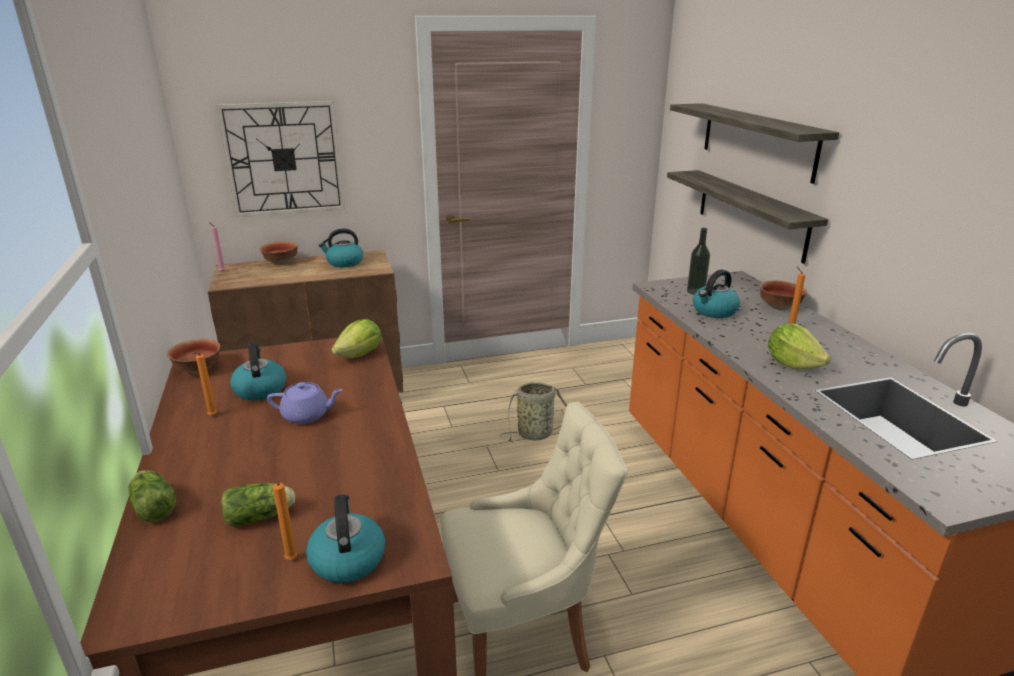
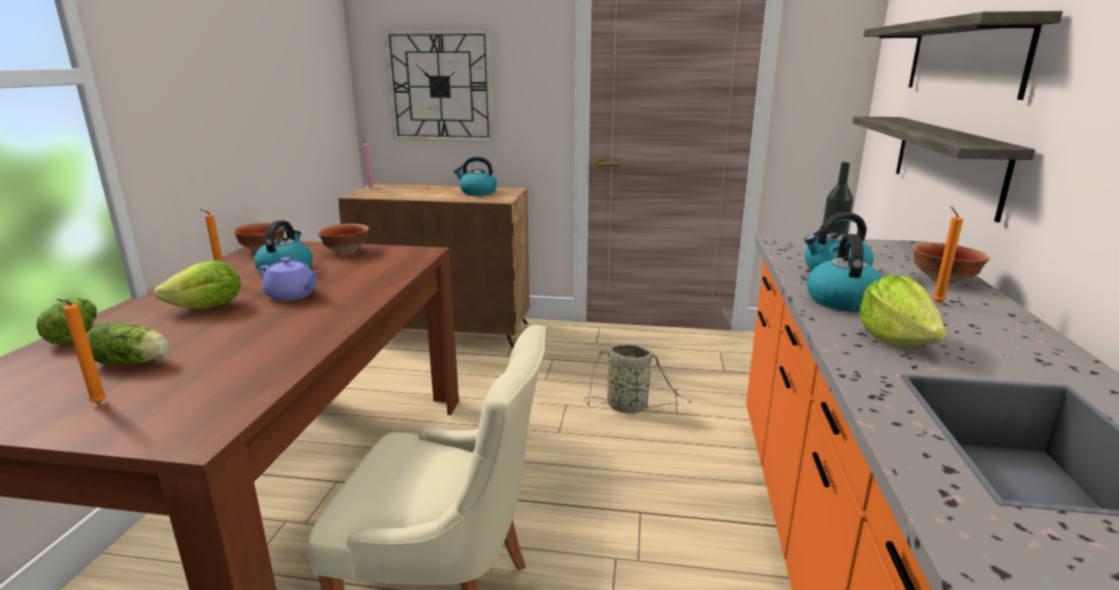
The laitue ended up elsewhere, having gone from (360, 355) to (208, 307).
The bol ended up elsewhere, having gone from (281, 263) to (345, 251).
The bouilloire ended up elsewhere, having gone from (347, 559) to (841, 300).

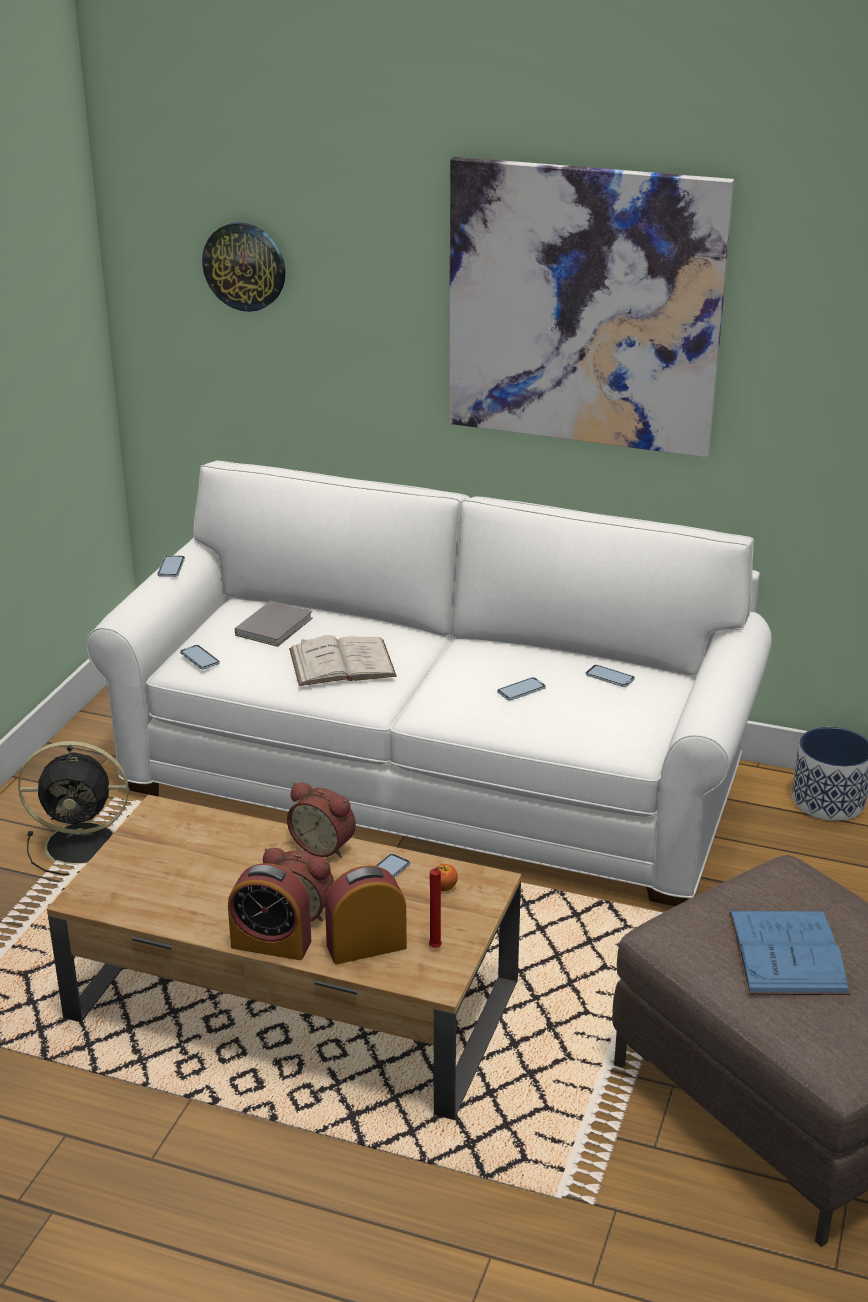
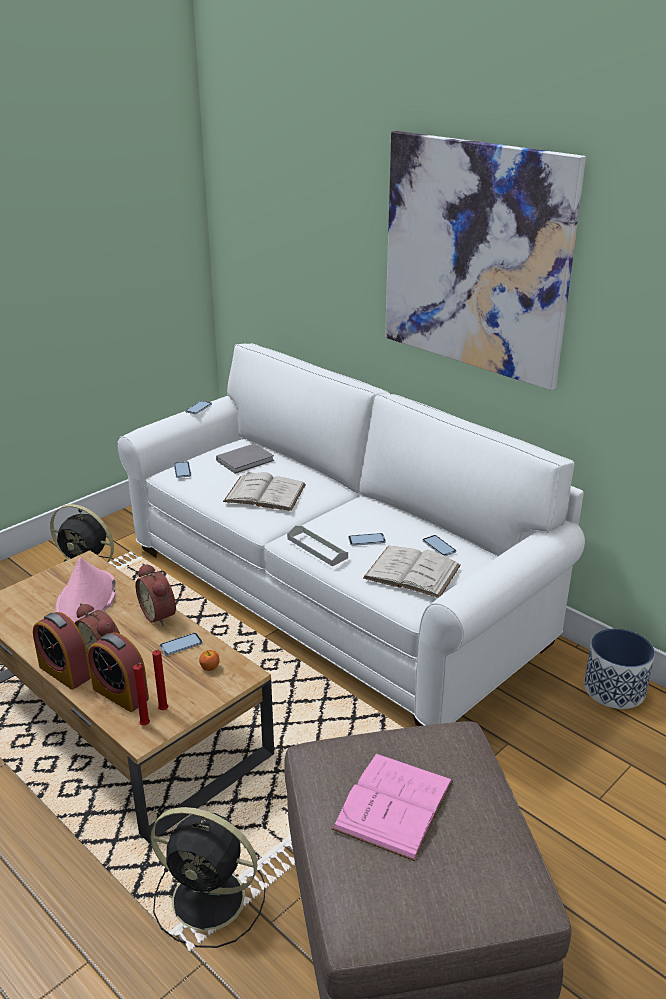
The second view gained the chapeau/rose at (86, 601).
The réveil at (366, 946) ended up facing another way, 150 degrees counterclockwise from before.
The second view gained the bougie/rouge at (146, 726).
The second view gained the ventilateur/noir at (211, 899).
The second view gained the plateau/gris at (317, 548).
What was the livre/bleu at (787, 953) turned into the livre/rose at (394, 804).
The second view gained the livre/blanc at (412, 572).
The second view lost the horloge murale at (245, 266).

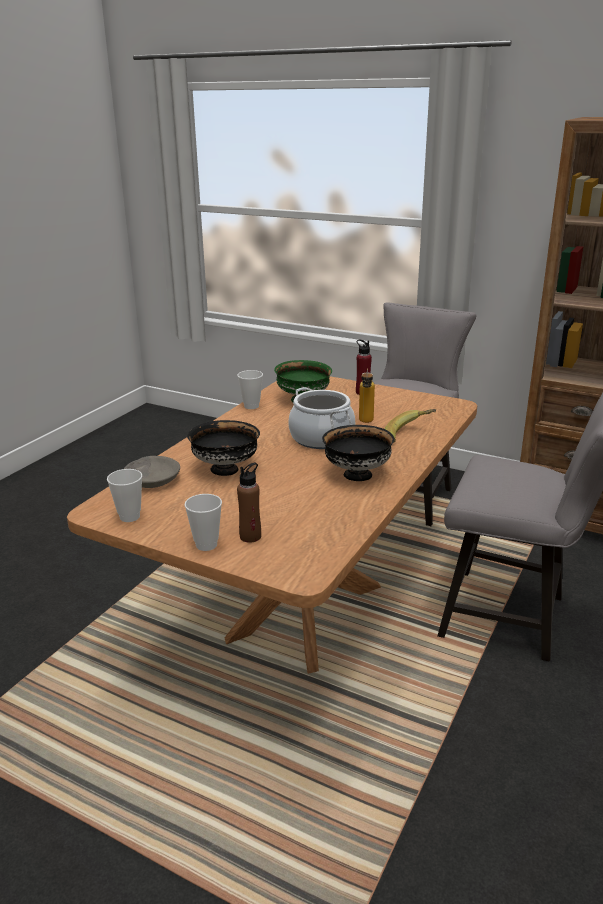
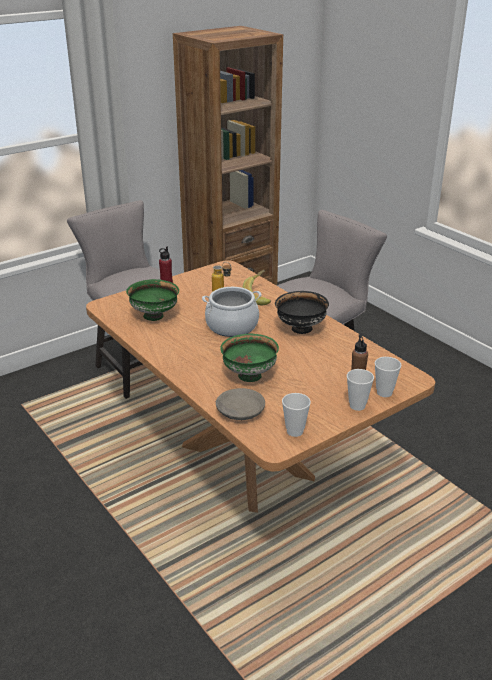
What was the bol/noir at (225, 469) turned into the bol/vert at (249, 375).
The tasse ended up elsewhere, having gone from (251, 406) to (384, 393).

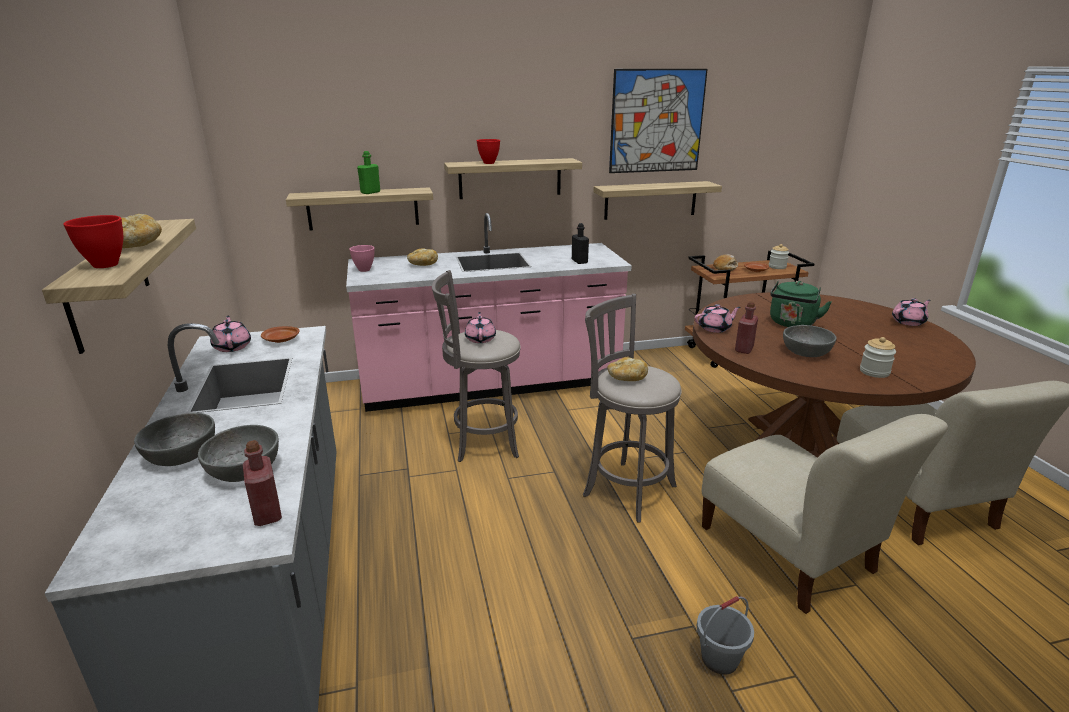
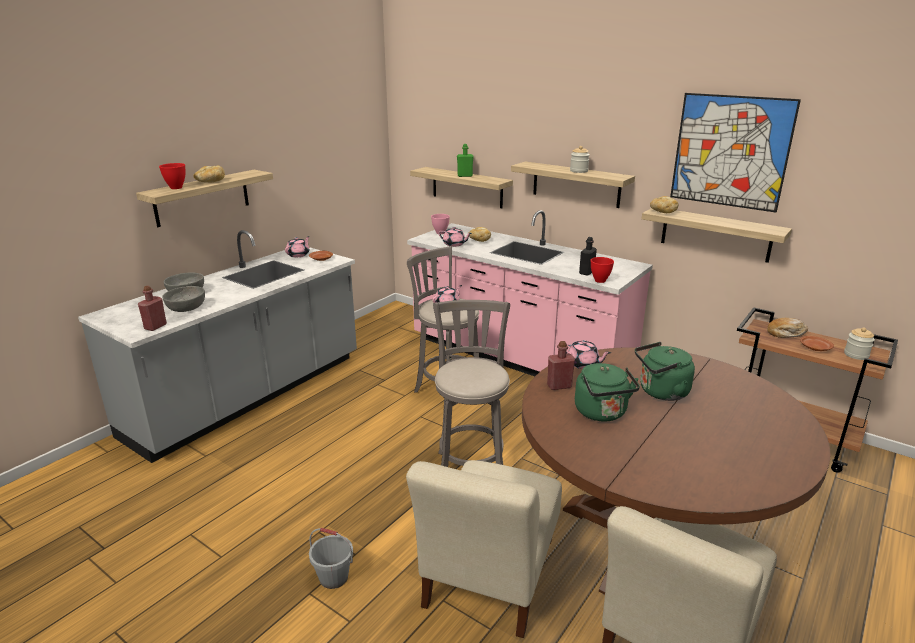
The théière/rose ended up elsewhere, having gone from (908, 322) to (454, 244).
The bocal ended up elsewhere, having gone from (874, 372) to (579, 171).
Where the bol/gris stood at (806, 352), the bouilloire/vert came to stand at (602, 413).
The bol/rouge ended up elsewhere, having gone from (489, 163) to (600, 280).
The pain ended up elsewhere, having gone from (626, 378) to (662, 212).

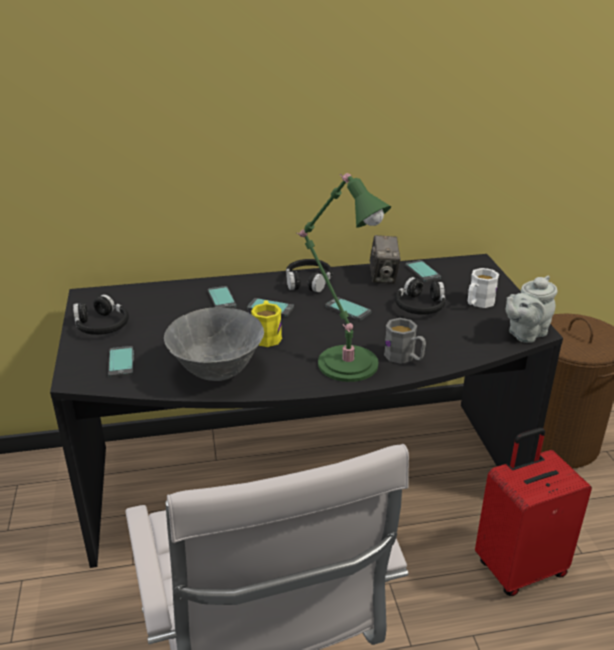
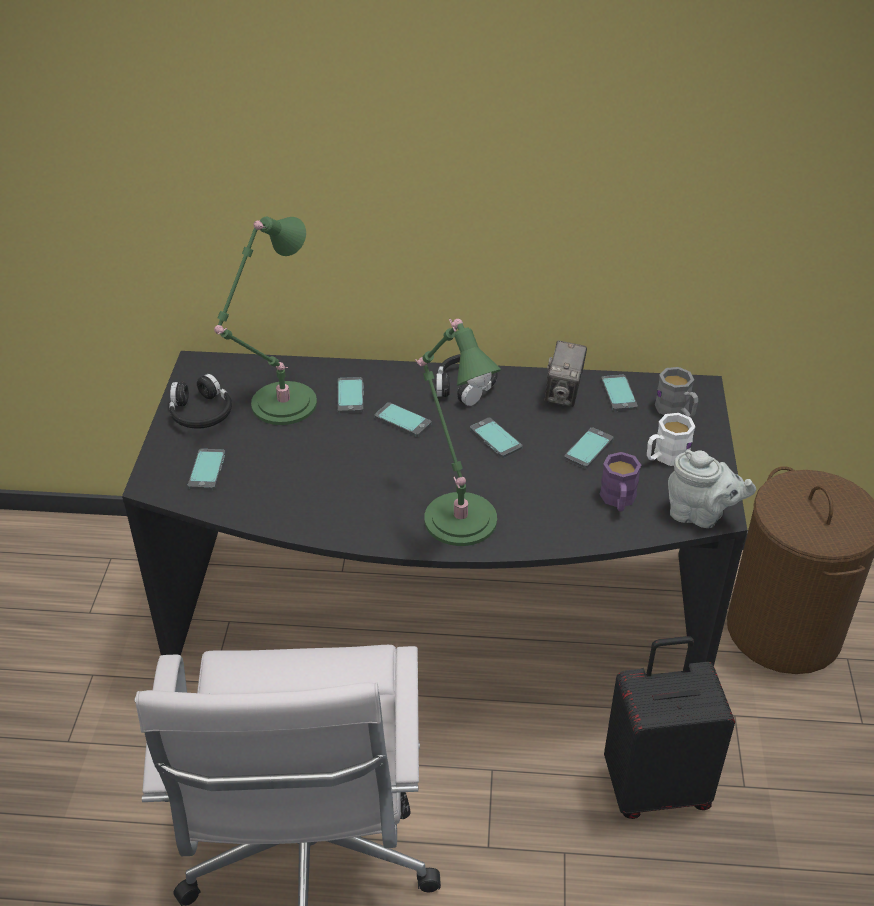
The second view gained the lampe de table/vert at (279, 407).
Where the casque audio/noir stood at (420, 306), the téléphone came to stand at (588, 449).
The second view gained the mug/violet at (618, 500).
What was the valise/rouge at (519, 567) turned into the valise/noir at (656, 786).
The mug/gris ended up elsewhere, having gone from (404, 357) to (676, 411).
The théière/gris at (525, 334) ended up facing another way, 135 degrees counterclockwise from before.
The second view lost the bol/gris at (217, 372).
The second view lost the mug/jaune at (267, 335).

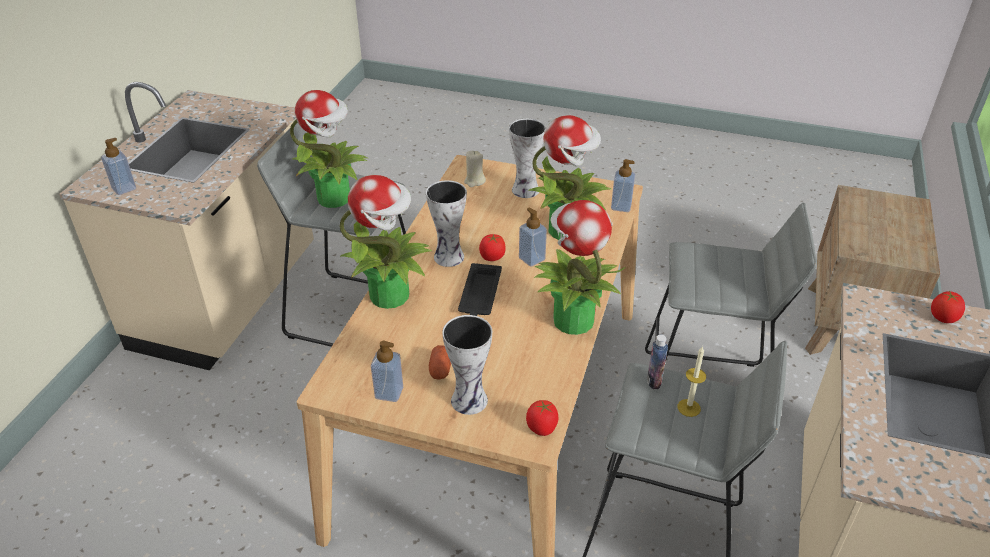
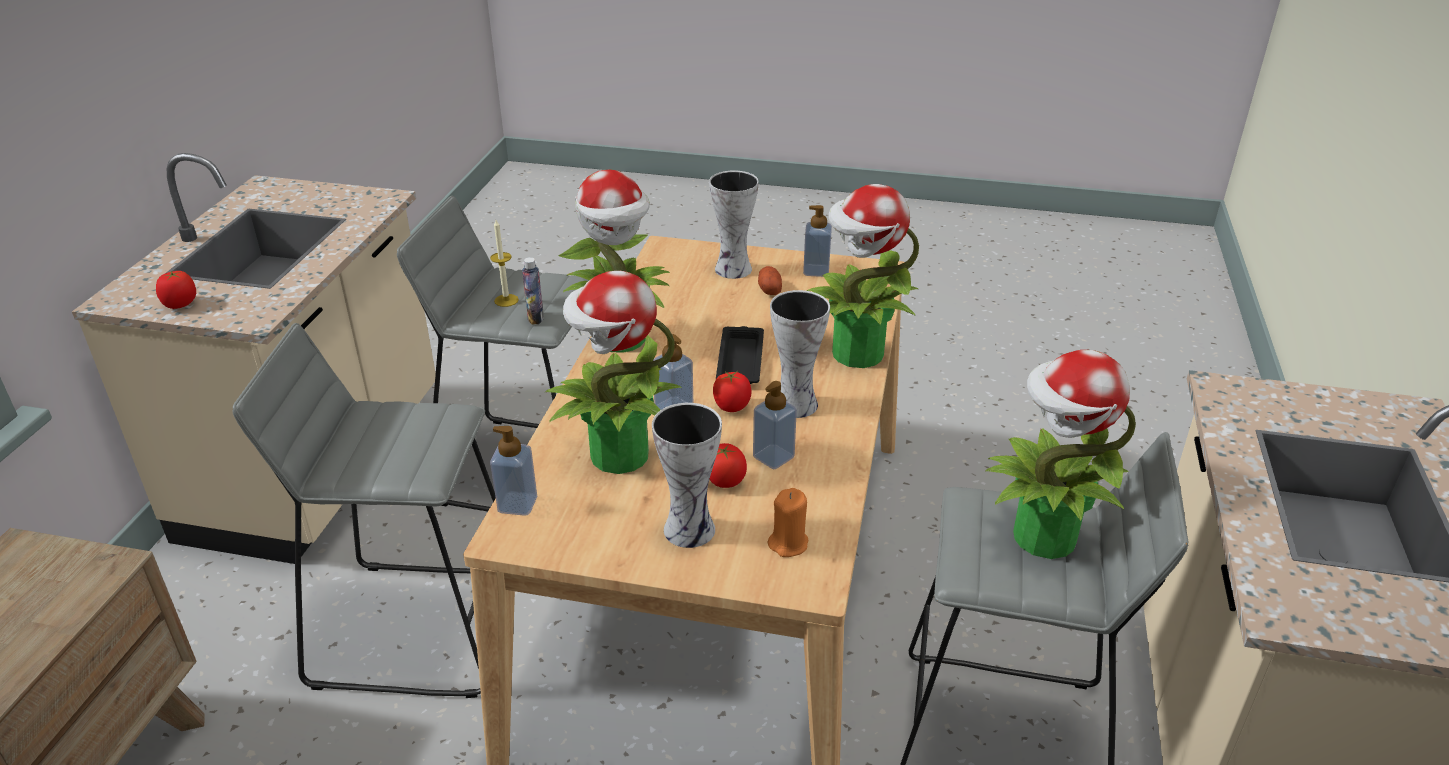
The tomate ended up elsewhere, having gone from (542, 428) to (725, 481).
The distributeur de savon ended up elsewhere, having gone from (124, 188) to (773, 457).
What was the bougie/beige at (474, 181) turned into the bougie/orange at (788, 544).

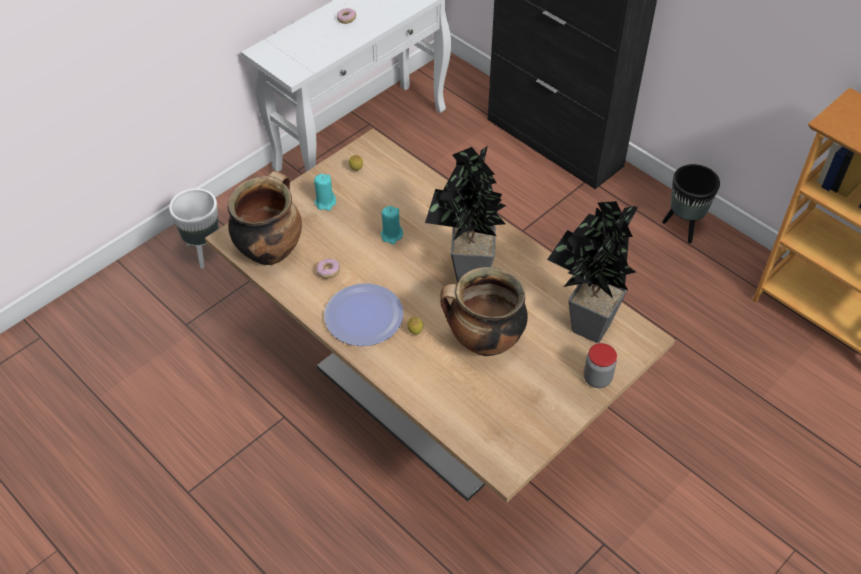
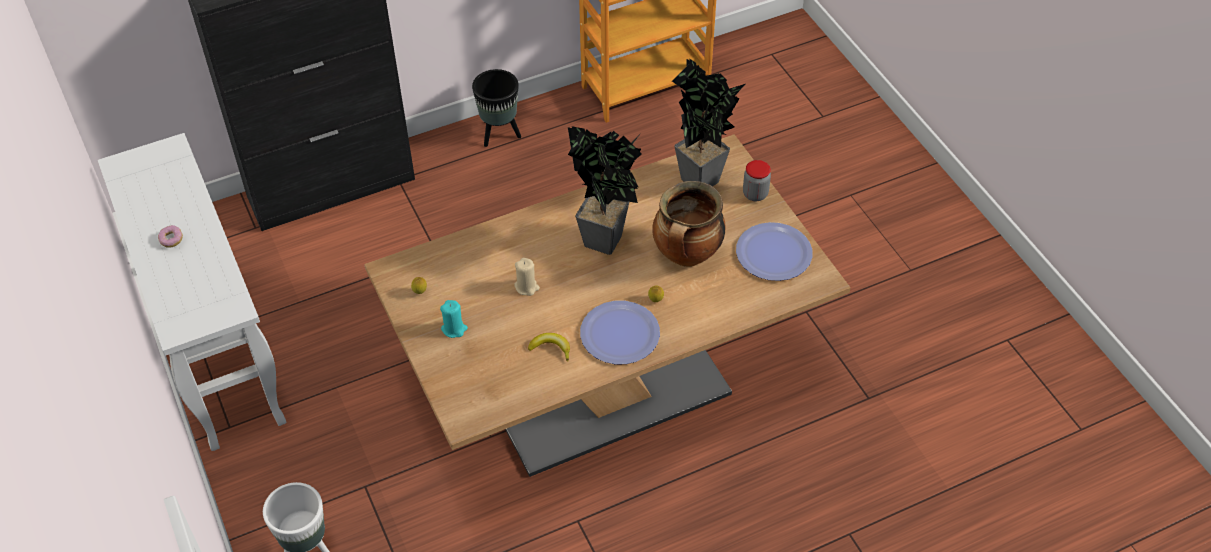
What was the bougie/turquoise at (391, 235) turned into the bougie/beige at (527, 287).
Where the beignet stood at (328, 272), the banane came to stand at (551, 348).
The second view gained the assiette at (774, 253).
The second view lost the marmite at (270, 250).

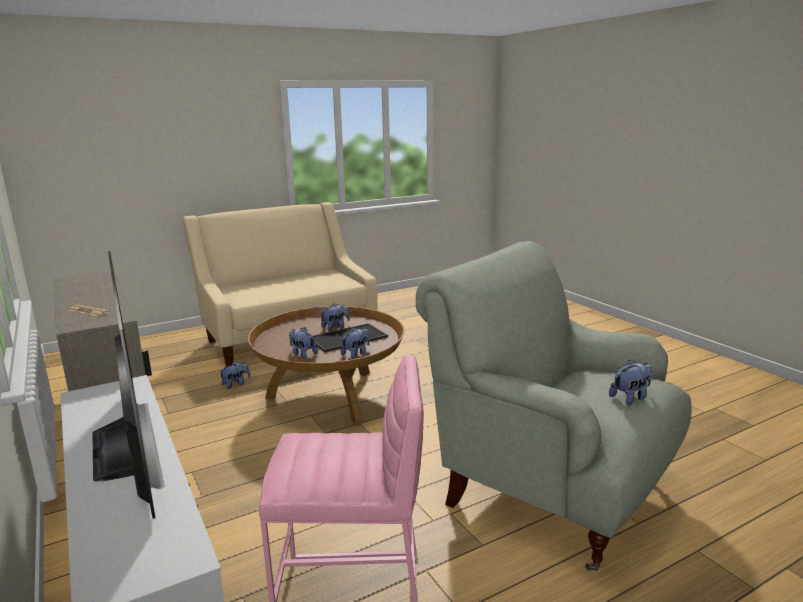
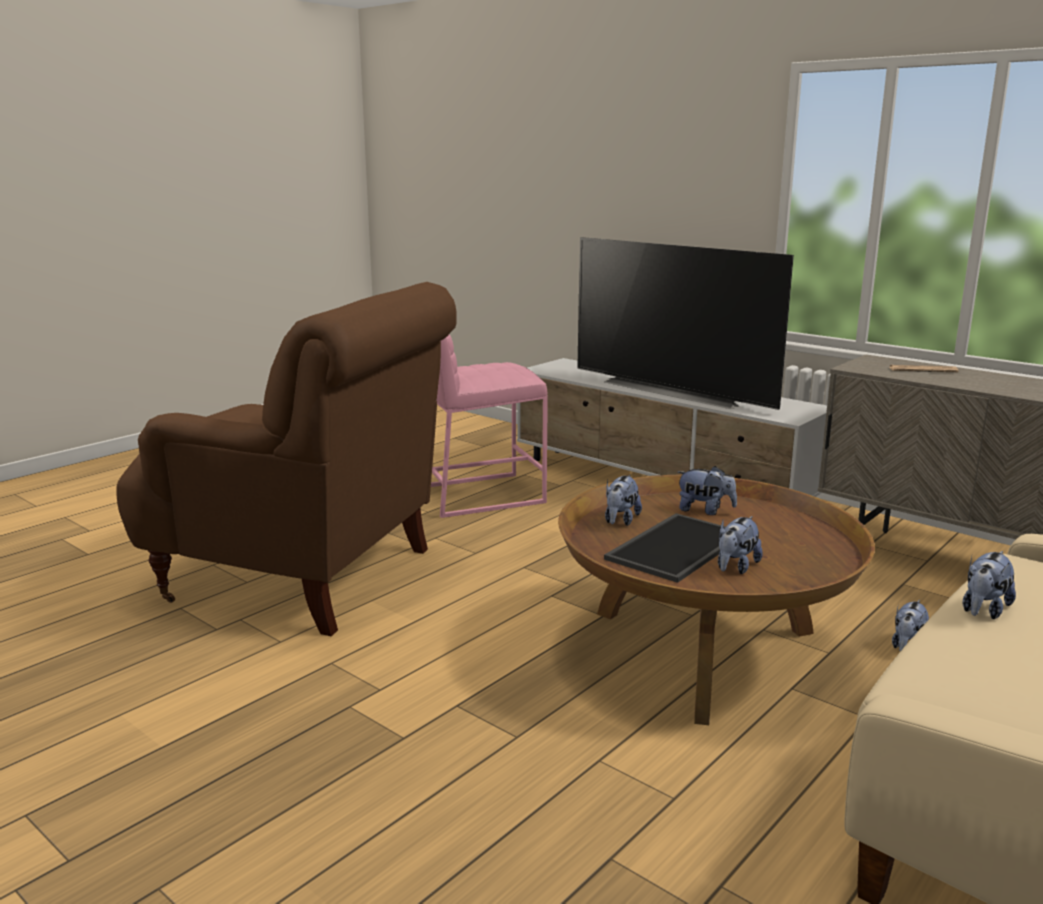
What was the fauteuil/gris at (550, 492) turned into the fauteuil/marron at (305, 575).
The peluche ended up elsewhere, having gone from (631, 398) to (983, 610).

